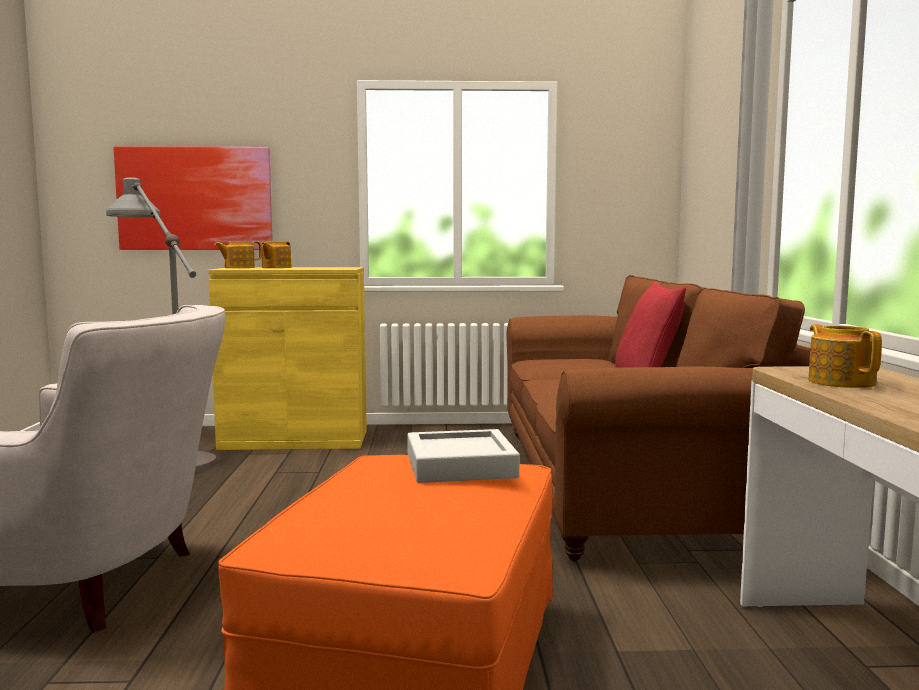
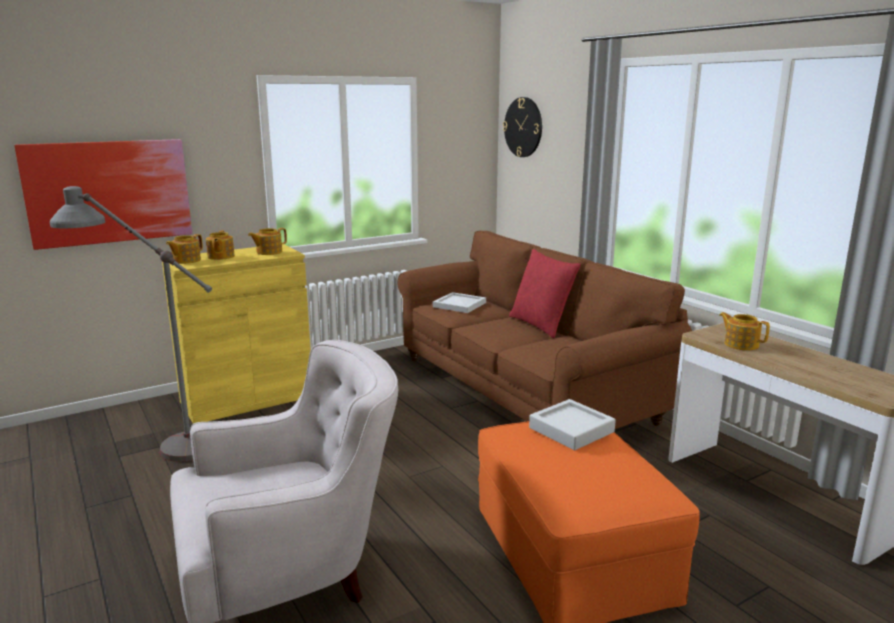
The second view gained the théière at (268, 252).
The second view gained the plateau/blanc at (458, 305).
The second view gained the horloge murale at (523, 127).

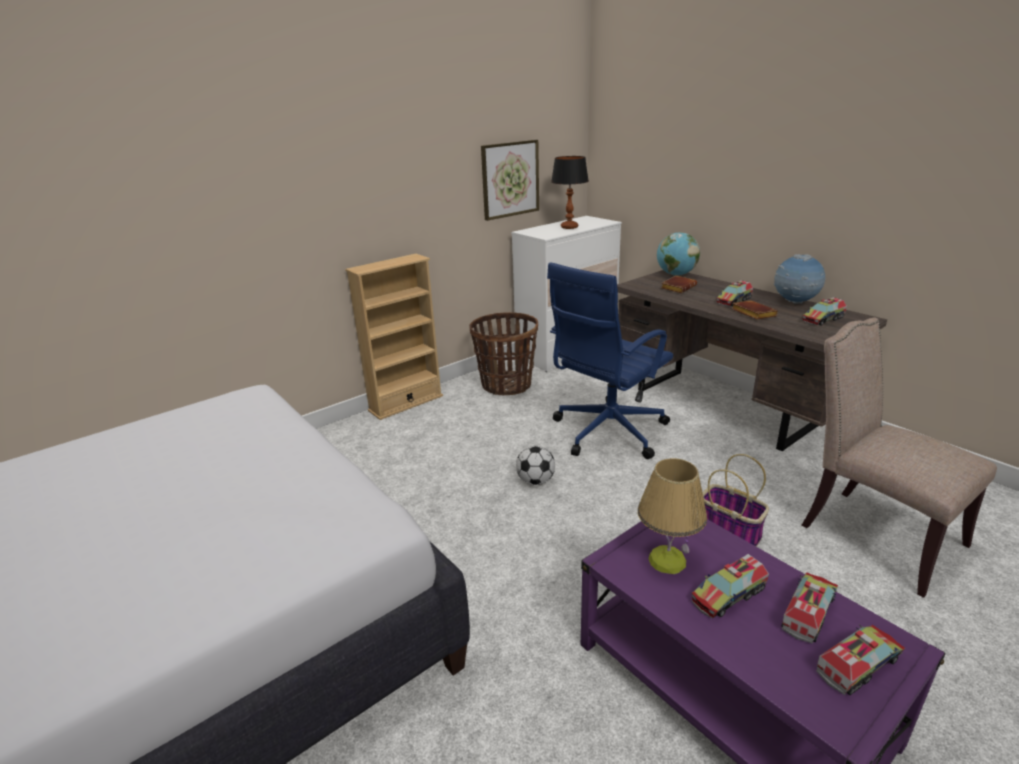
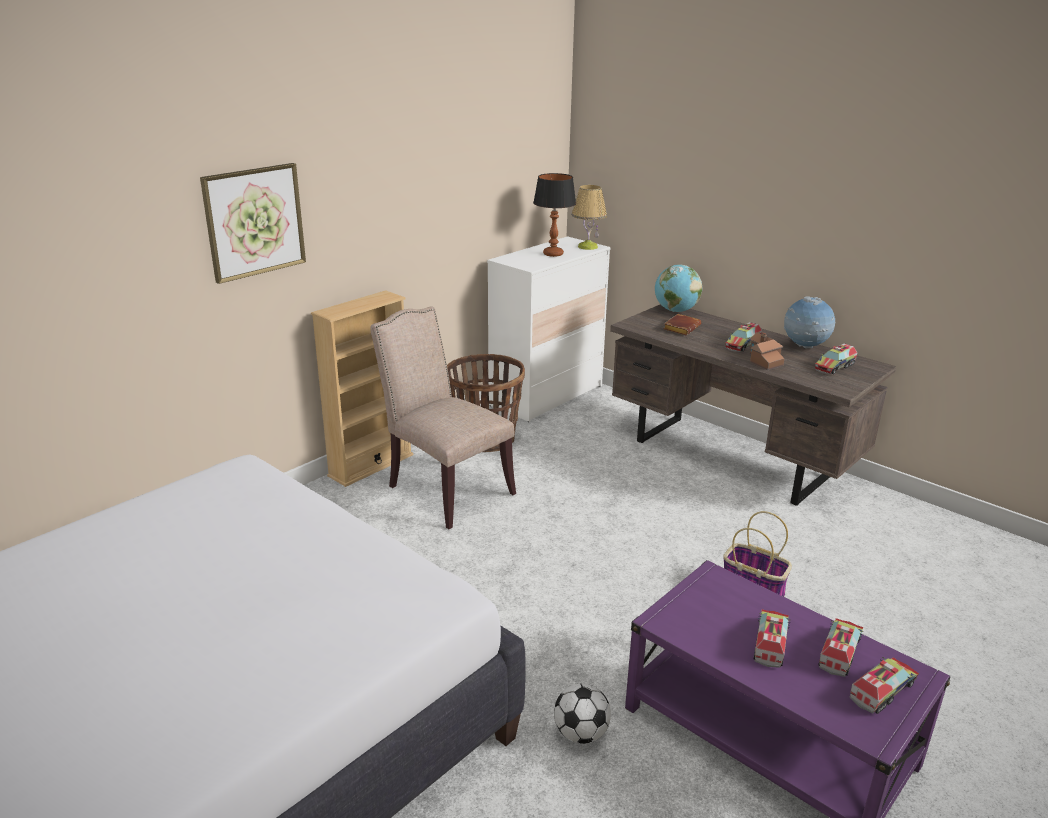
The tableau ended up elsewhere, having gone from (510, 179) to (254, 221).
The chaise/beige ended up elsewhere, having gone from (873, 534) to (445, 489).
The ballon de foot ended up elsewhere, having gone from (535, 481) to (581, 733).
The lampe de table ended up elsewhere, having gone from (667, 560) to (587, 247).
Where the livre/marron stood at (751, 313), the maison miniature came to stand at (763, 360).
The camion jouet at (728, 595) ended up facing another way, 150 degrees clockwise from before.
The second view lost the chaise de bureau/bleu at (607, 432).

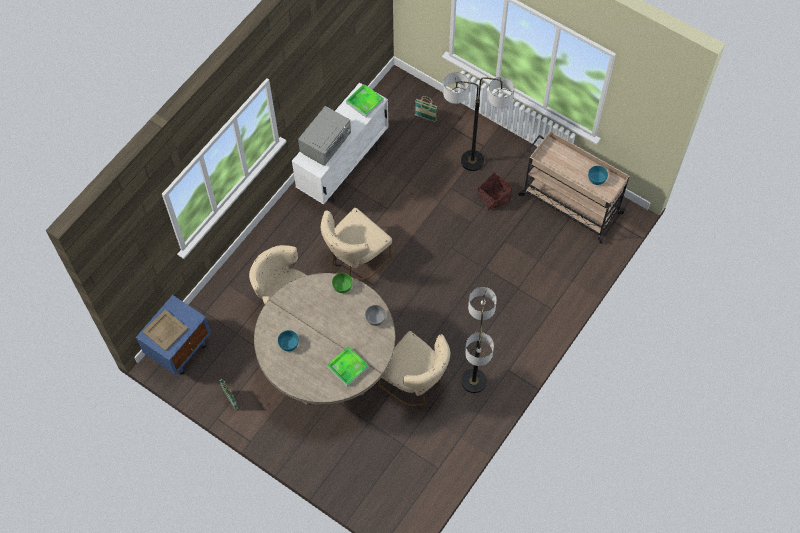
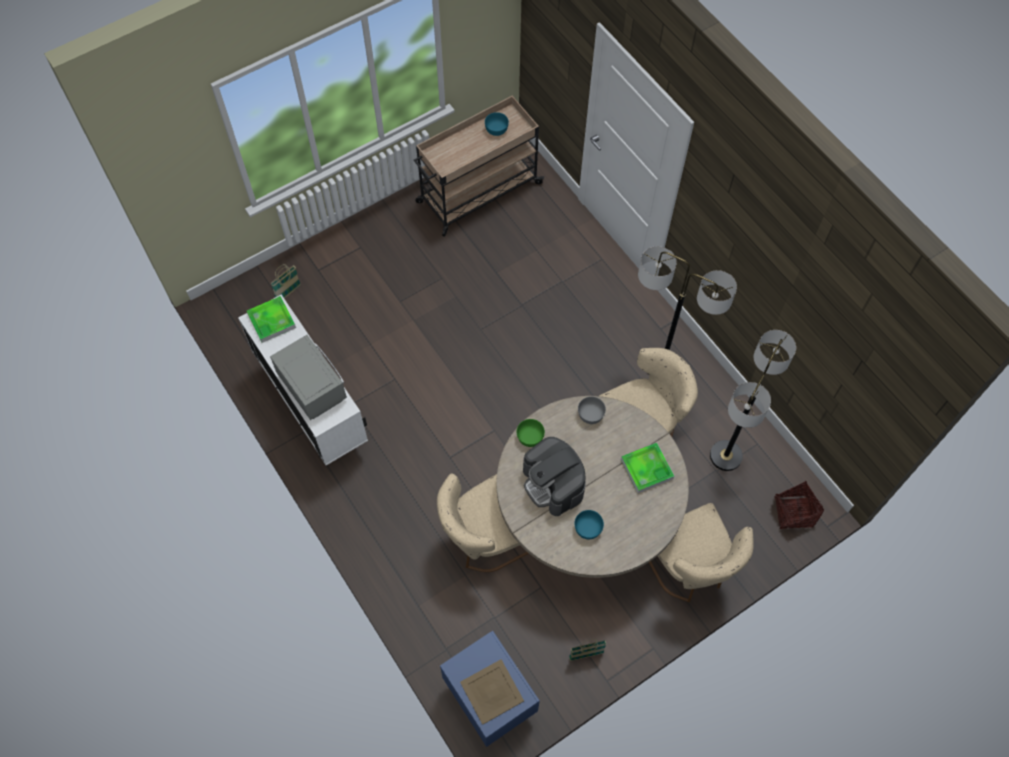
The second view gained the machine à café at (553, 484).
The chaise/beige ended up elsewhere, having gone from (355, 259) to (689, 569).
The lampadaire ended up elsewhere, having gone from (472, 161) to (725, 456).
The panier ended up elsewhere, having gone from (494, 197) to (793, 512).

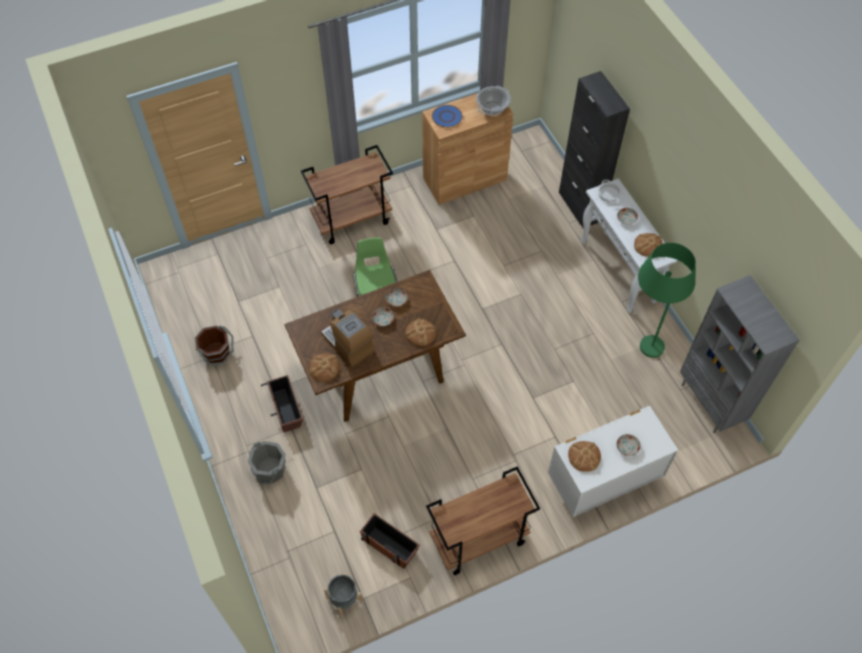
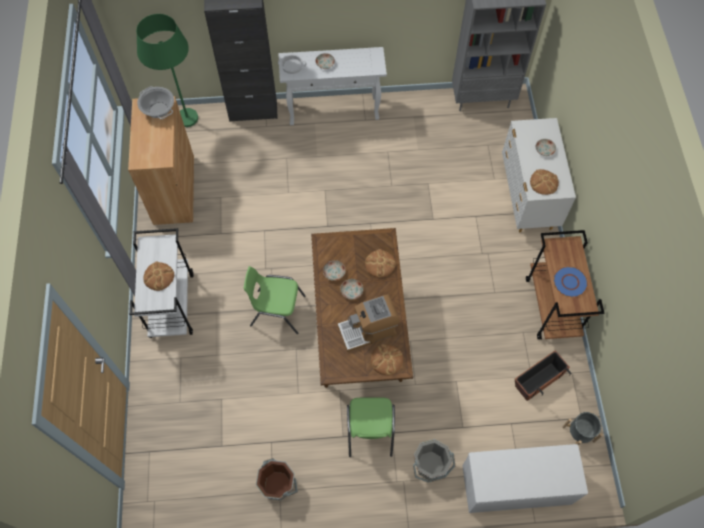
What was the chariot/marron at (352, 219) turned into the chariot/blanc at (171, 304).
The lampadaire/vert ended up elsewhere, having gone from (640, 352) to (187, 128).
The pain ended up elsewhere, having gone from (648, 245) to (159, 276).
Where the cache-pot stood at (286, 409), the chaise/vert came to stand at (369, 432).
The second view gained the banc/blanc at (515, 486).
The assiette/bleu ended up elsewhere, having gone from (446, 117) to (570, 282).

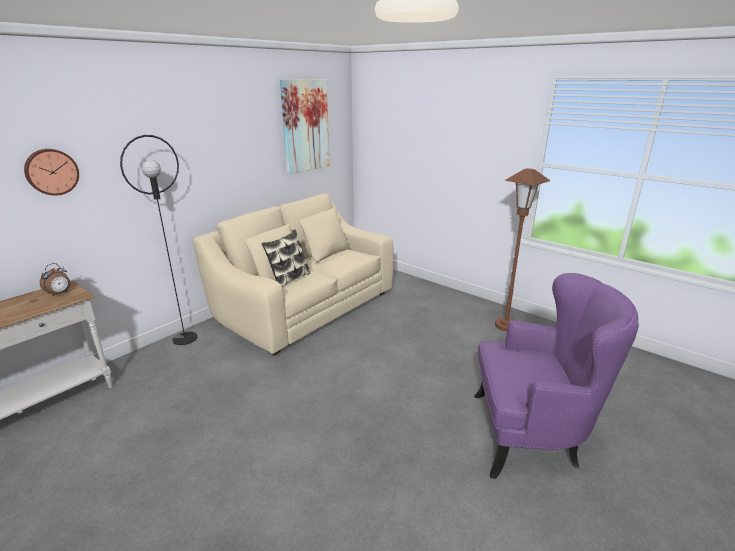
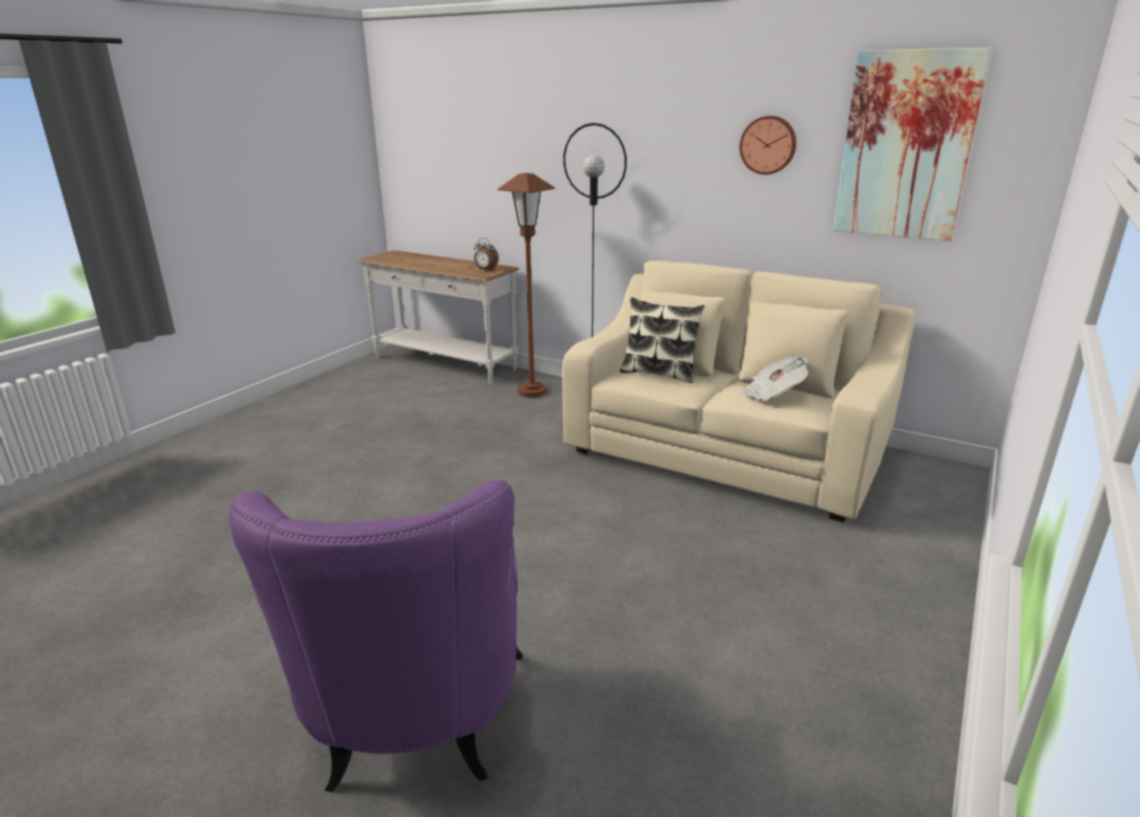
The lampadaire/marron ended up elsewhere, having gone from (505, 325) to (532, 391).
The horloge murale ended up elsewhere, having gone from (51, 172) to (768, 145).
The second view gained the journal at (772, 394).

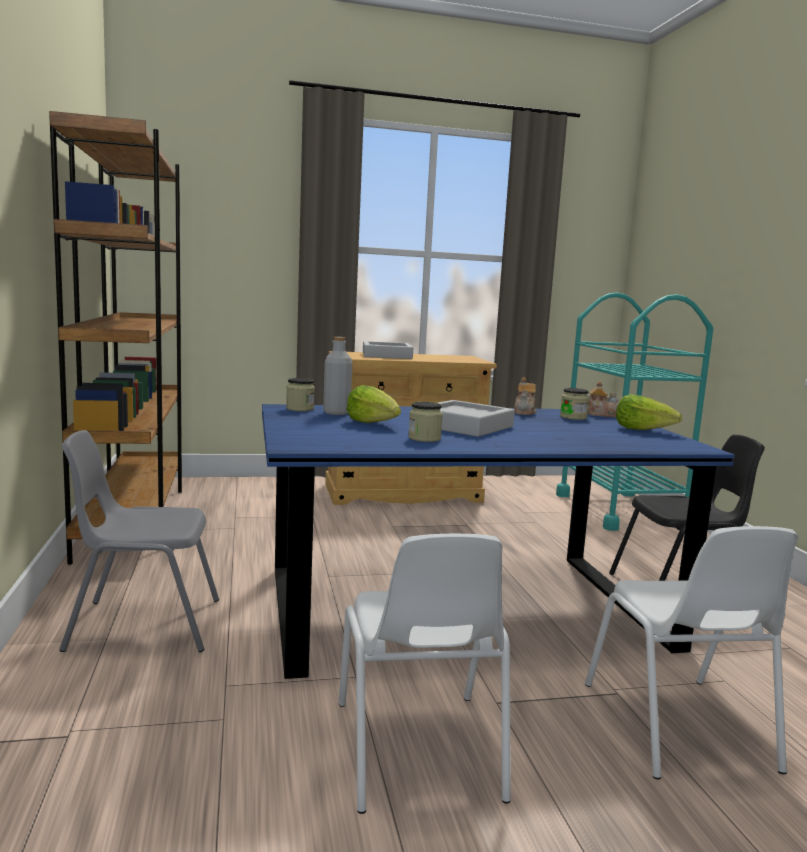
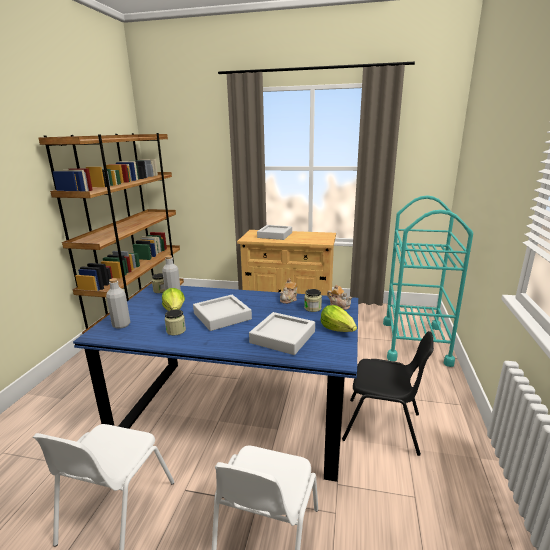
The second view gained the bouteille/gris at (121, 325).
The second view gained the plateau/gris at (283, 337).
The second view lost the chaise/gris at (143, 624).

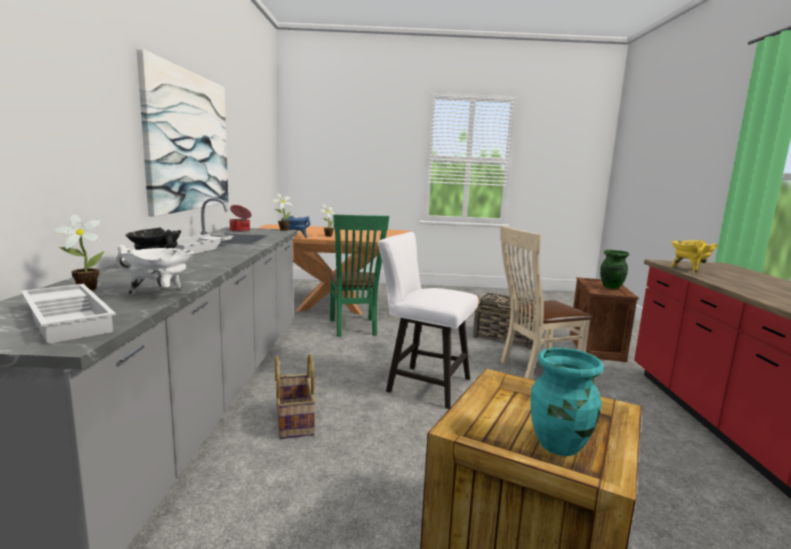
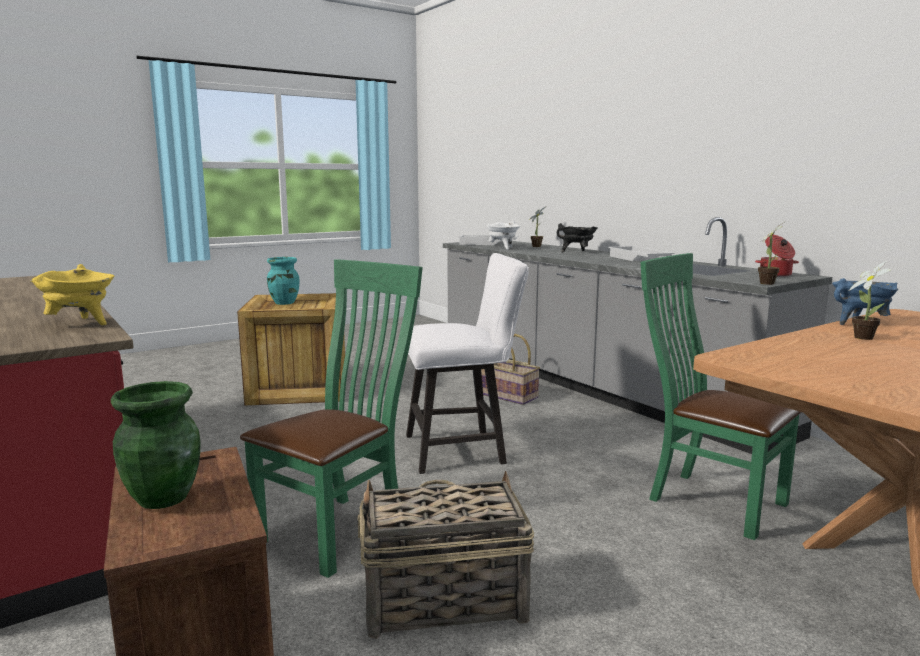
What was the chaise/beige at (535, 367) turned into the chaise/vert at (339, 529).
The second view lost the tableau at (189, 141).

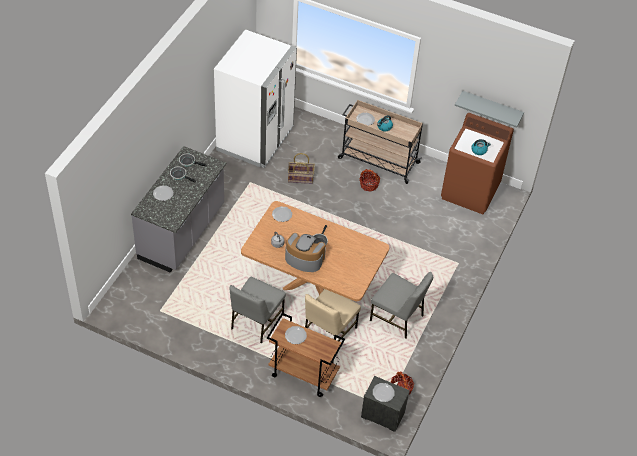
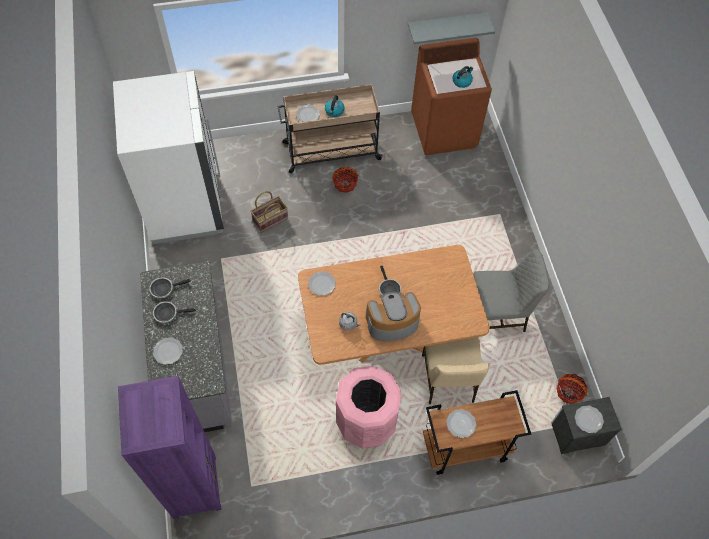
The second view gained the bibliothèque/violet at (194, 486).
Where the chaise/gris stood at (256, 322), the poubelle/rose came to stand at (366, 422).

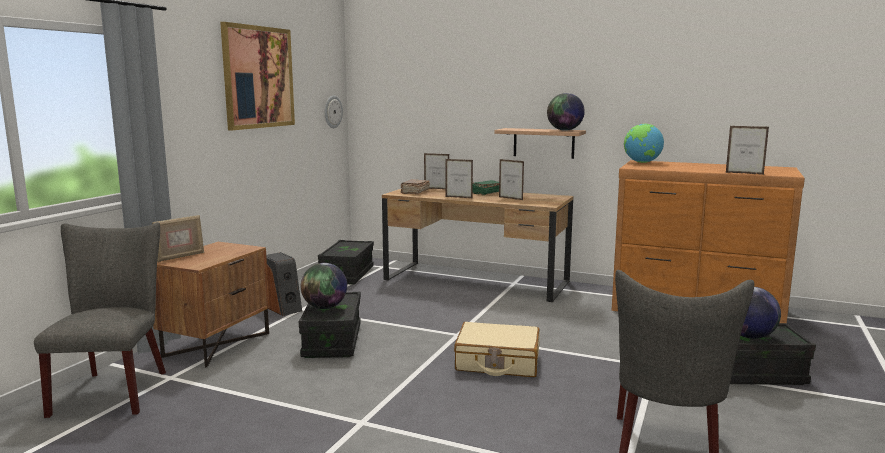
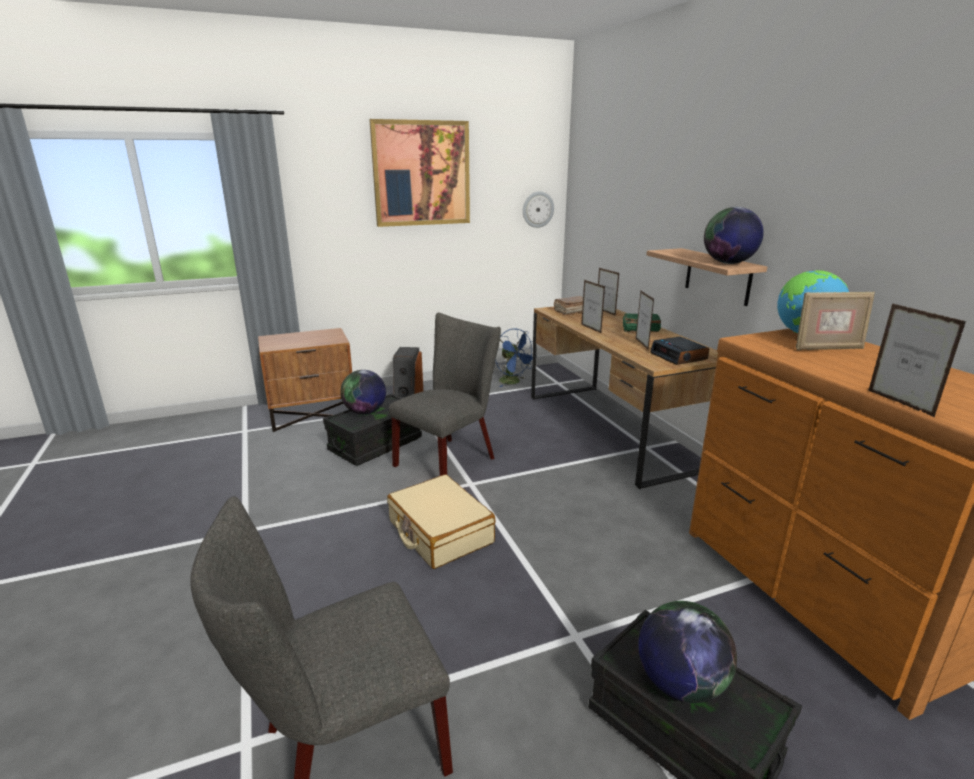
The chaise/gris ended up elsewhere, having gone from (114, 389) to (450, 460).
Where the boîte de rangement/noir stood at (347, 275), the ventilateur/bleu came to stand at (513, 382).
The second view gained the réveil at (679, 356).
The cadre photo ended up elsewhere, having gone from (180, 257) to (827, 348).

